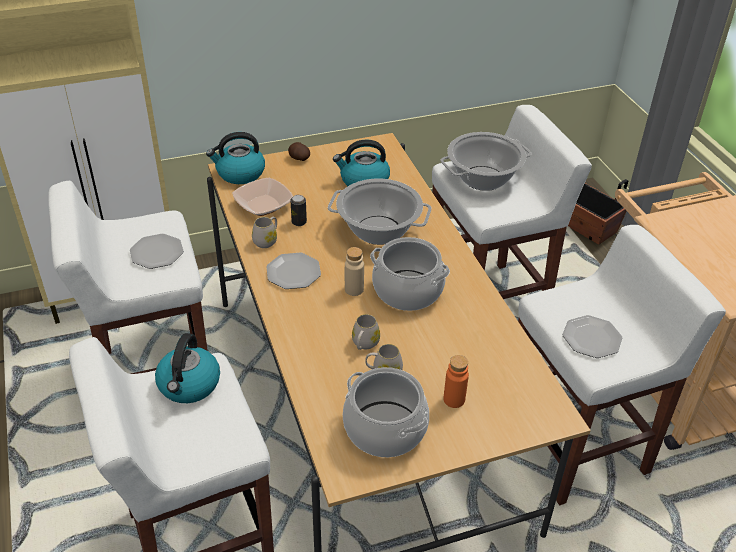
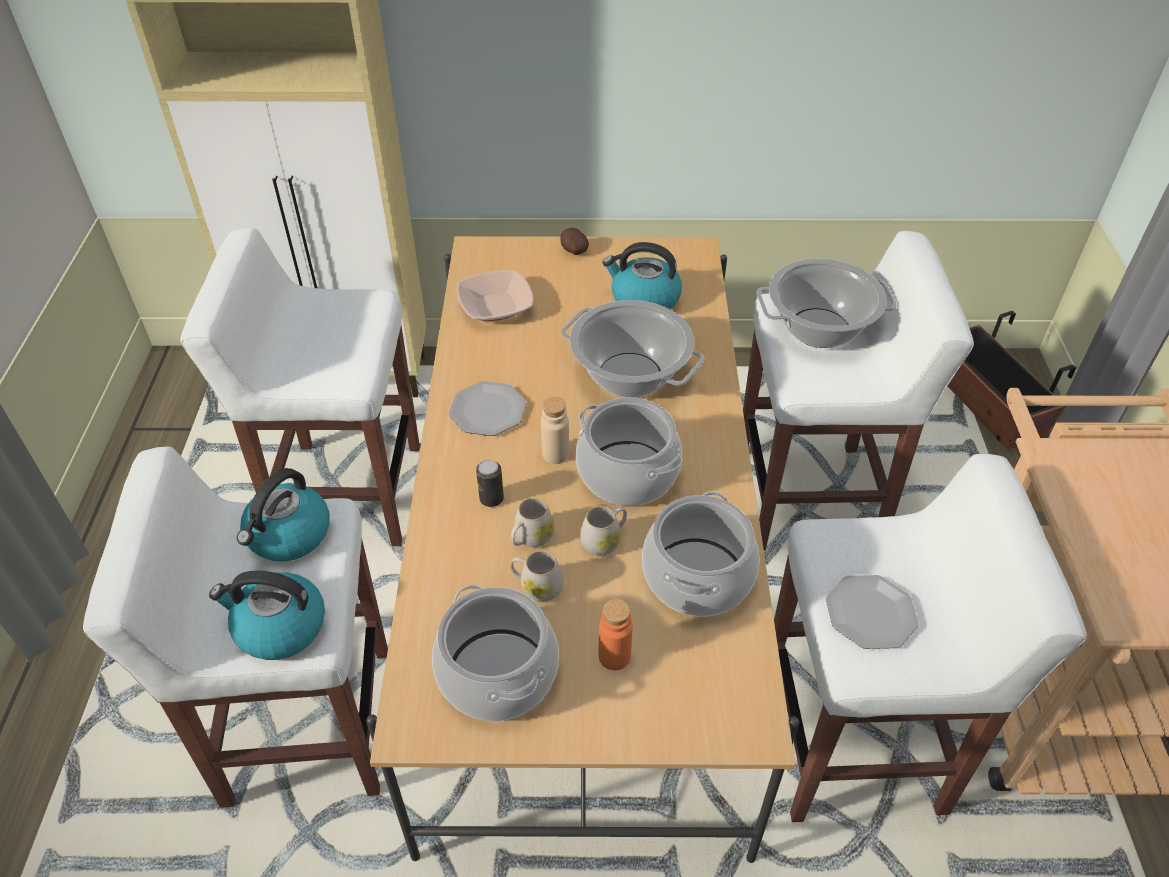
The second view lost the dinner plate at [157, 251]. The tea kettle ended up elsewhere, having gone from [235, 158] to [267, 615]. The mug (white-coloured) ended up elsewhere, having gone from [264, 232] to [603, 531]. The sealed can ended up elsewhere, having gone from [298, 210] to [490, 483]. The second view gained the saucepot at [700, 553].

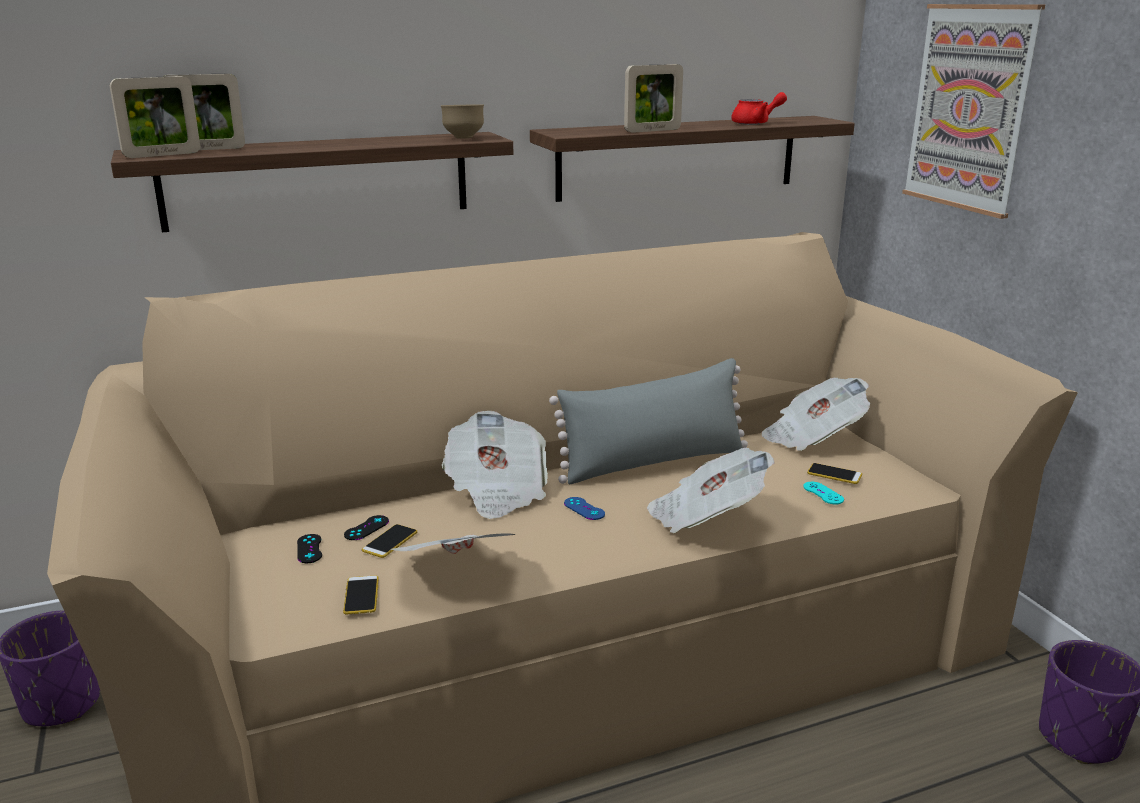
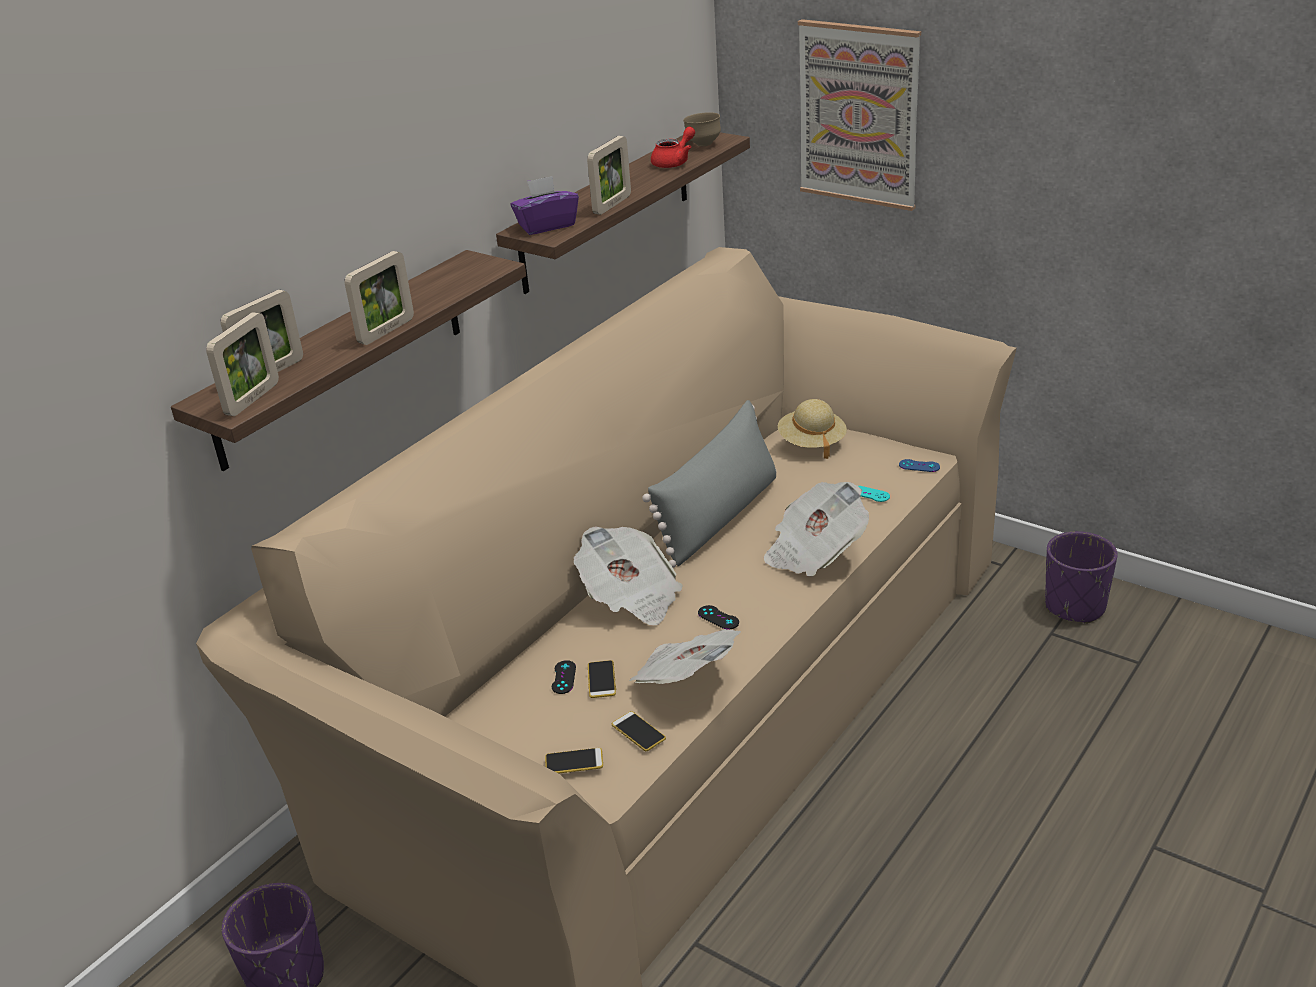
The joypad (black) ended up elsewhere, having gone from [309, 548] to [718, 617]. The deep dish (brownish) ended up elsewhere, having gone from [462, 121] to [702, 129]. The joypad (blue) ended up elsewhere, having gone from [584, 508] to [919, 465]. Where the printed paper stood at [816, 414], the clothing hat (sand-coloured) came to stand at [812, 429]. The handset ended up elsewhere, having gone from [834, 473] to [574, 760]. The second view gained the standing frame at [379, 298]. The second view gained the box of tissues (purplish) at [545, 205].

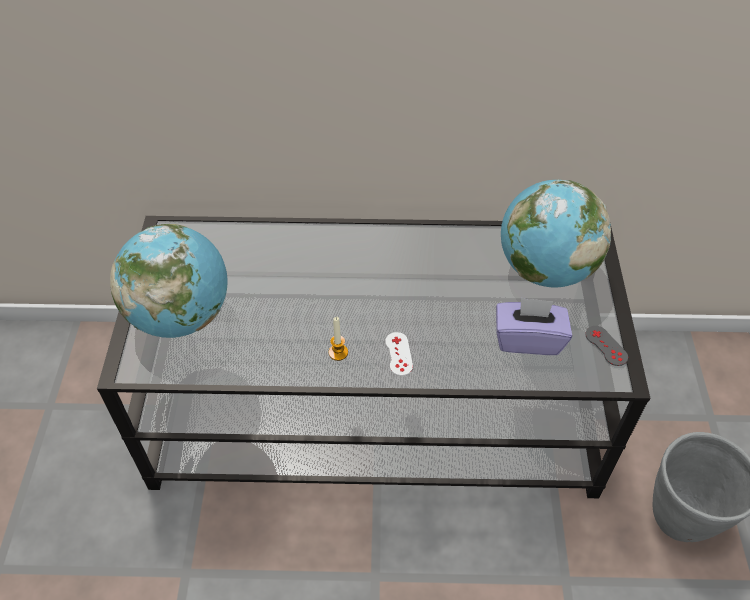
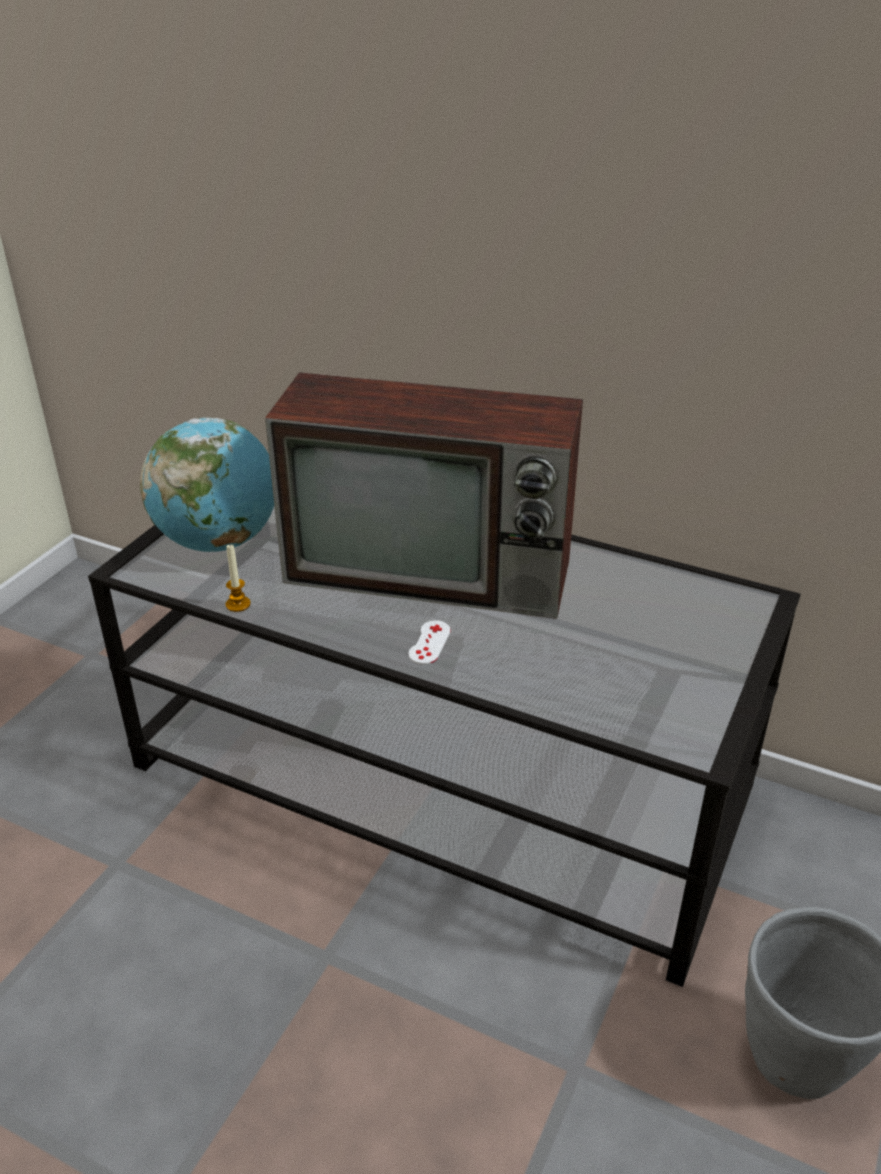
The wax light ended up elsewhere, having gone from [338, 339] to [238, 578]. The second view lost the box of tissues (purplish) at [534, 326]. The second view lost the desk globe at [556, 233]. The second view lost the joypad (greyish) at [606, 346]. The second view gained the television at [424, 495].

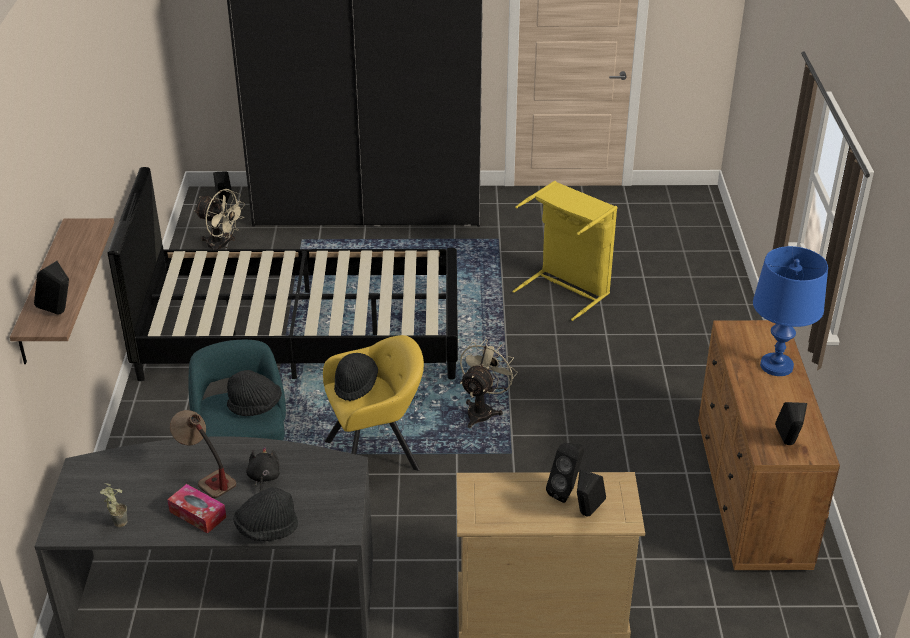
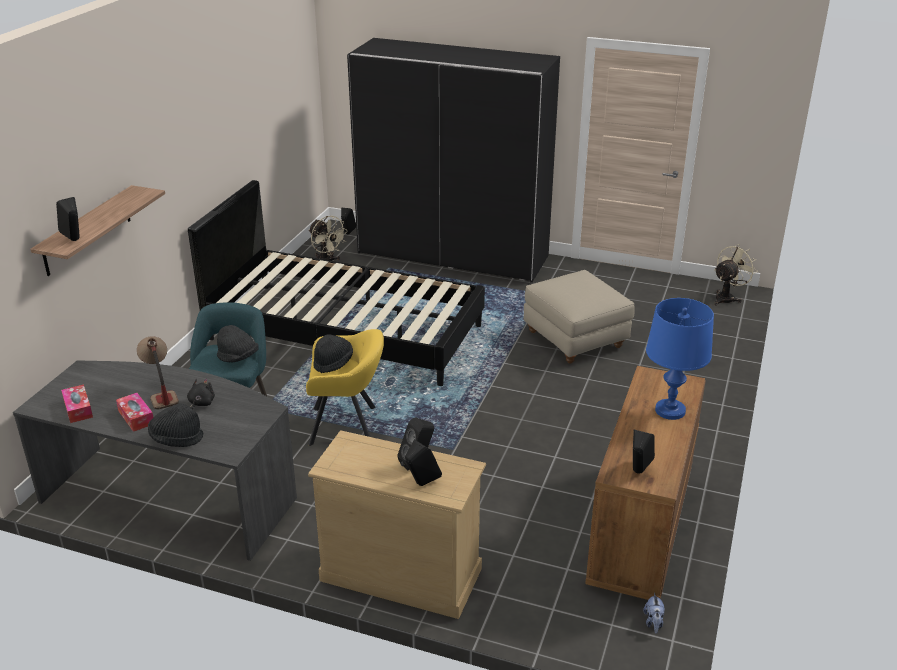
Where the plant in a pot stood at [113, 505], the box of tissues came to stand at [77, 403]. The electric fan (sand-coloured) ended up elsewhere, having gone from [489, 383] to [736, 274]. Where the hamper (yellowish) stood at [565, 251], the pouffe (sand-coloured) came to stand at [579, 317]. The second view gained the cuddly toy at [654, 613].

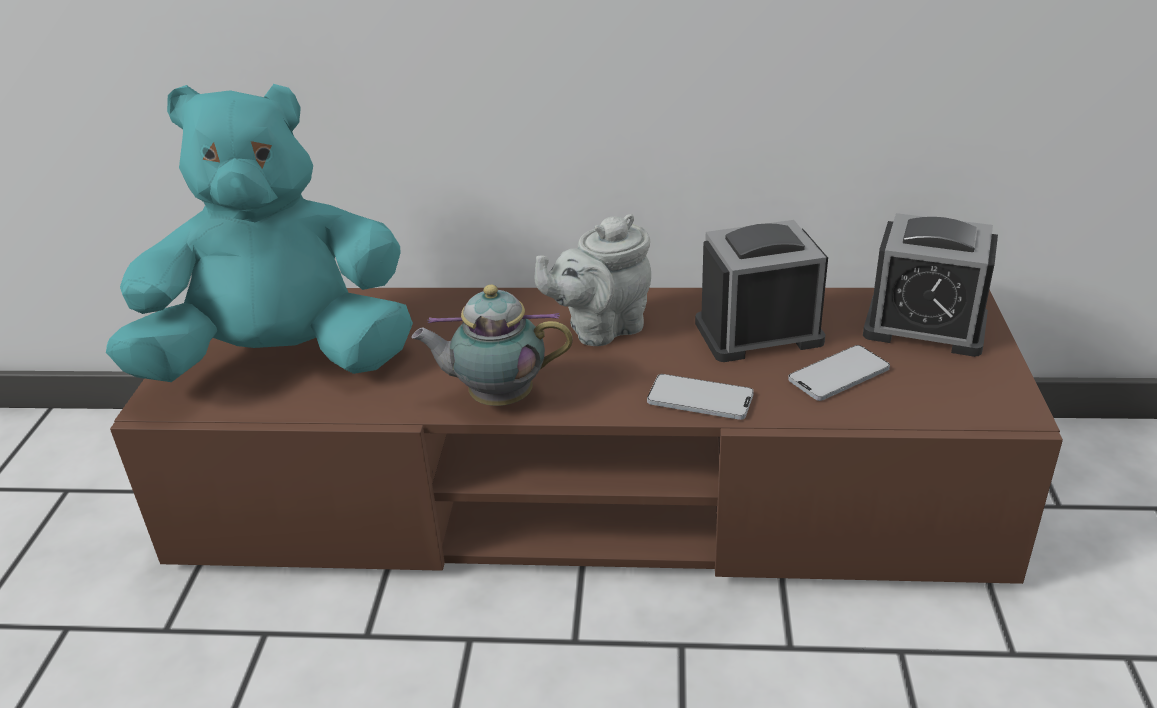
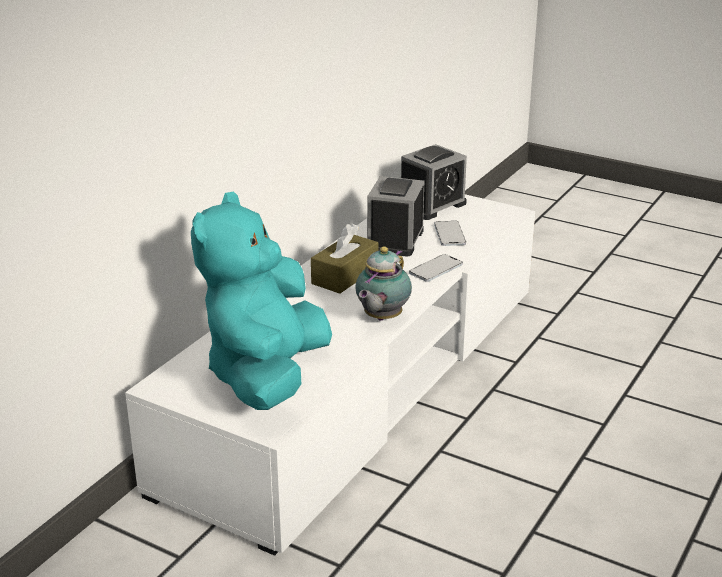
What was the tv unit (brownish) at [586, 436] turned into the tv unit (white-coloured) at [330, 375]. Where the teapot (greyish) stood at [592, 280], the box of tissues (brownish) came to stand at [344, 259].

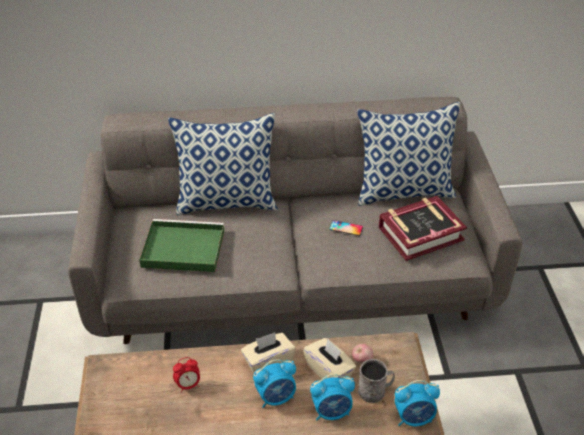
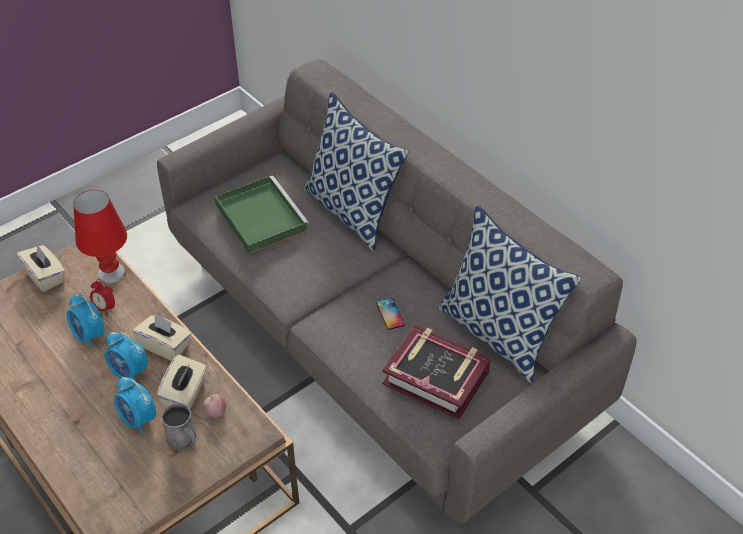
The table clock ended up elsewhere, having gone from [417, 403] to [86, 320]. The second view gained the box of tissues (sand-coloured) at [40, 267]. The second view gained the table lamp (reddish) at [100, 236].

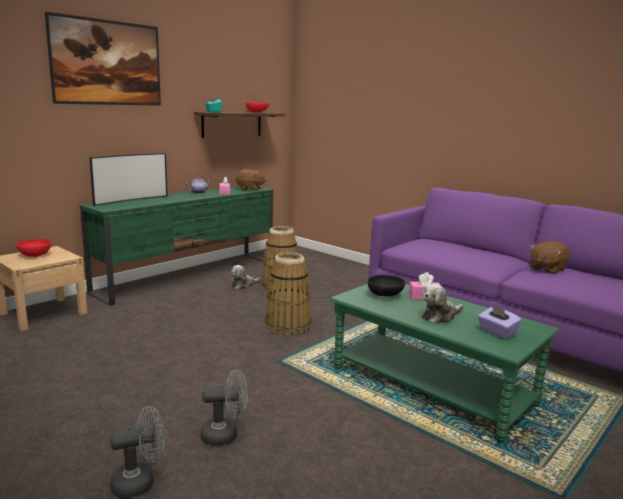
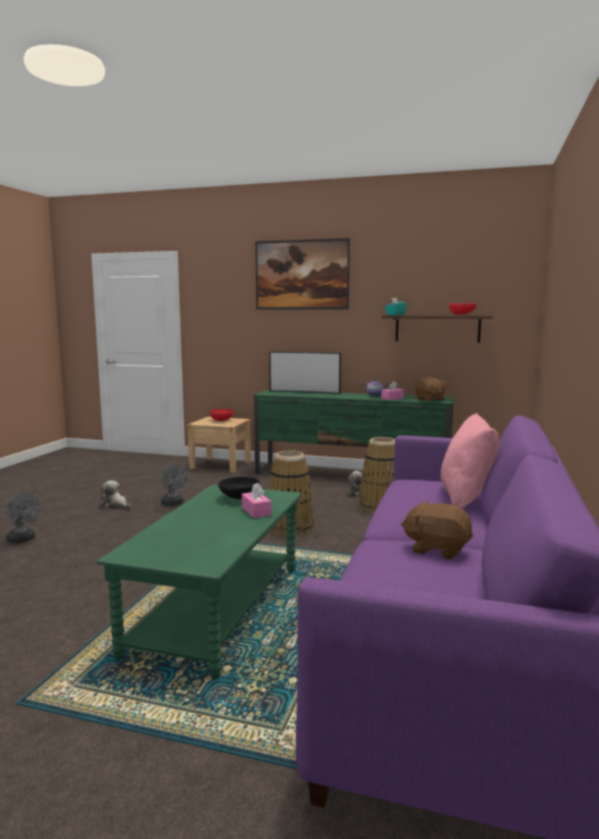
The electric fan (greyish) ended up elsewhere, having gone from [224, 408] to [175, 484]. The cuddly toy ended up elsewhere, having gone from [442, 304] to [115, 494]. The second view lost the box of tissues (purplish) at [499, 322]. The second view gained the throw pillow (pinkish) at [470, 460].

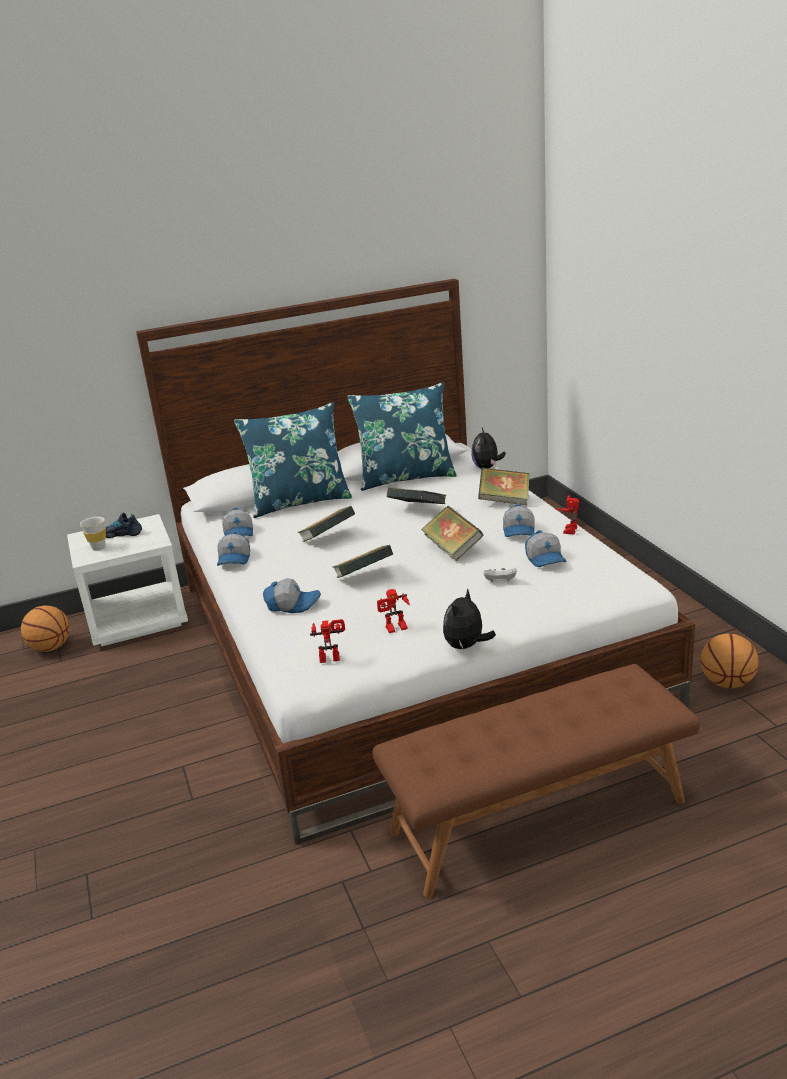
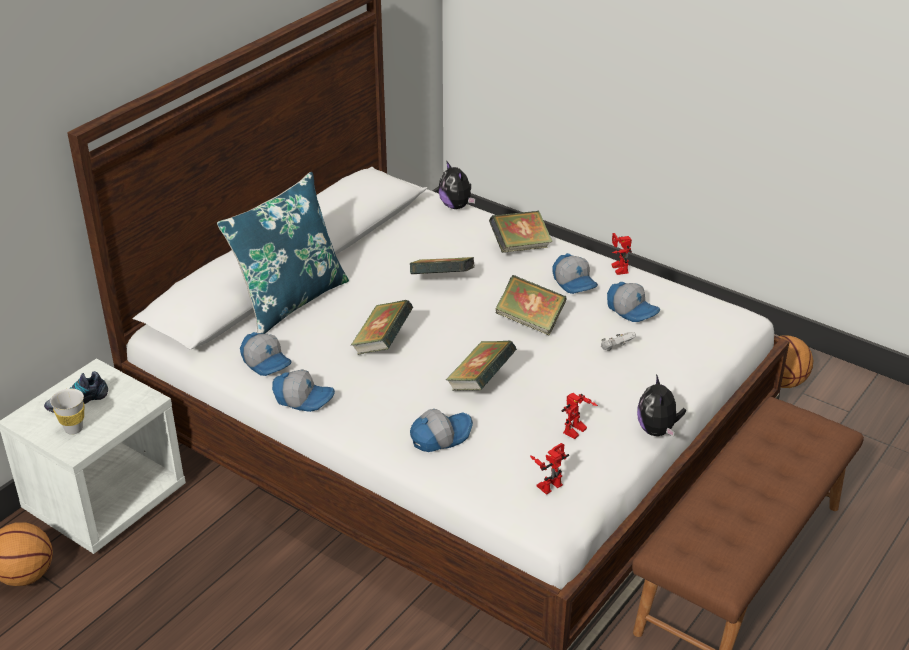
The cap at [233, 548] ended up facing another way, 45 degrees counterclockwise from before. The second view lost the throw pillow (blue) at [402, 436].

